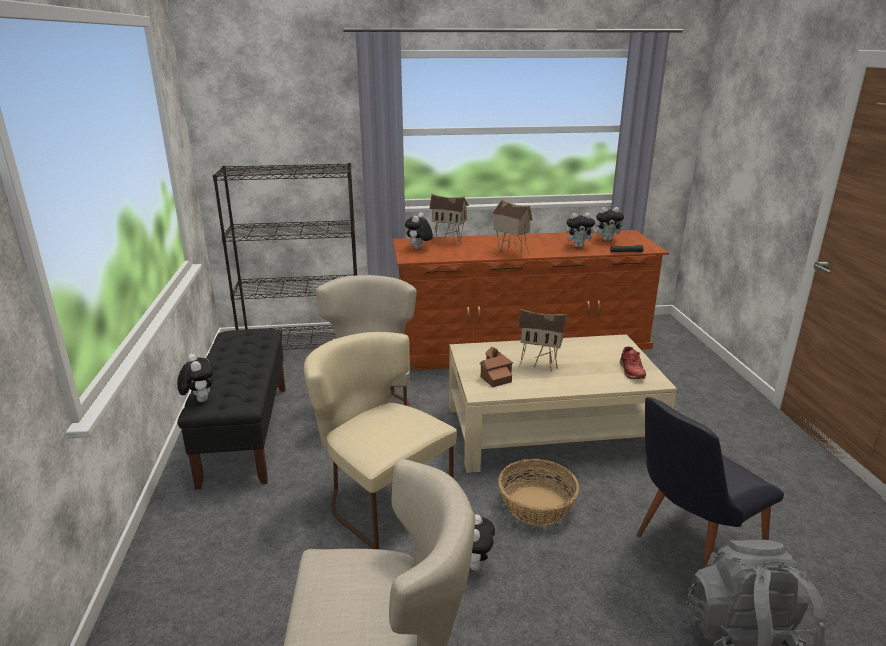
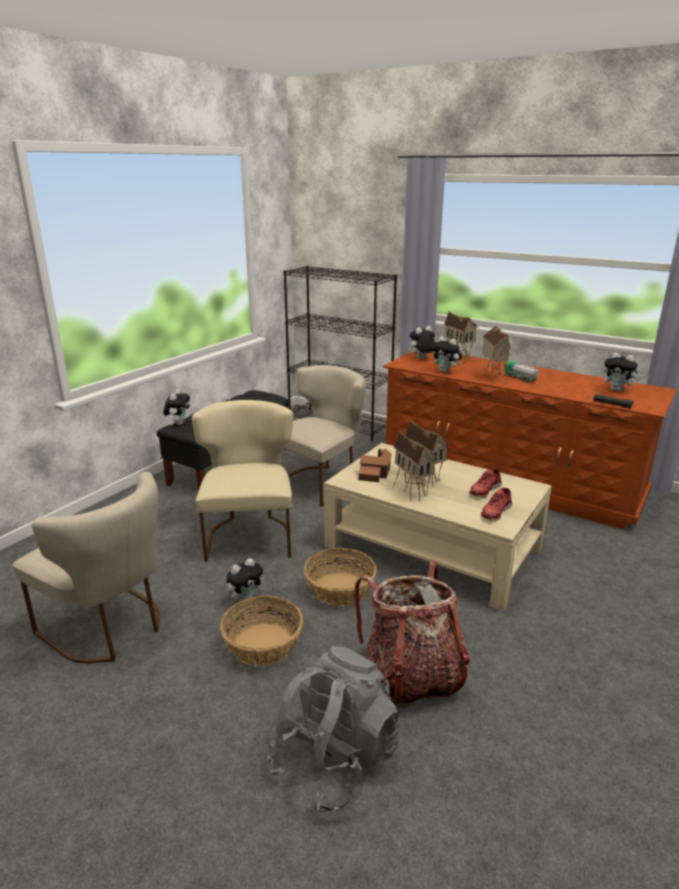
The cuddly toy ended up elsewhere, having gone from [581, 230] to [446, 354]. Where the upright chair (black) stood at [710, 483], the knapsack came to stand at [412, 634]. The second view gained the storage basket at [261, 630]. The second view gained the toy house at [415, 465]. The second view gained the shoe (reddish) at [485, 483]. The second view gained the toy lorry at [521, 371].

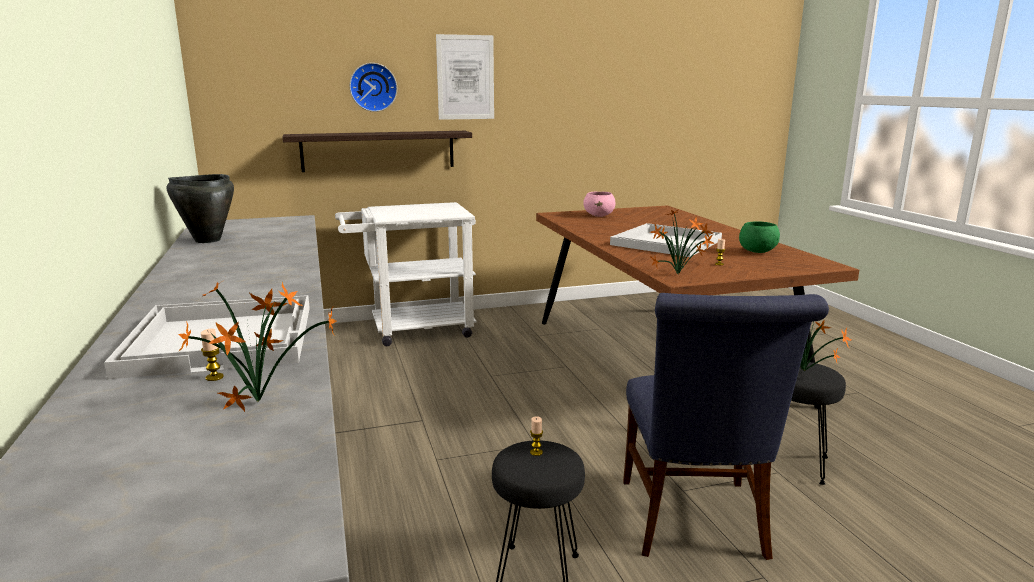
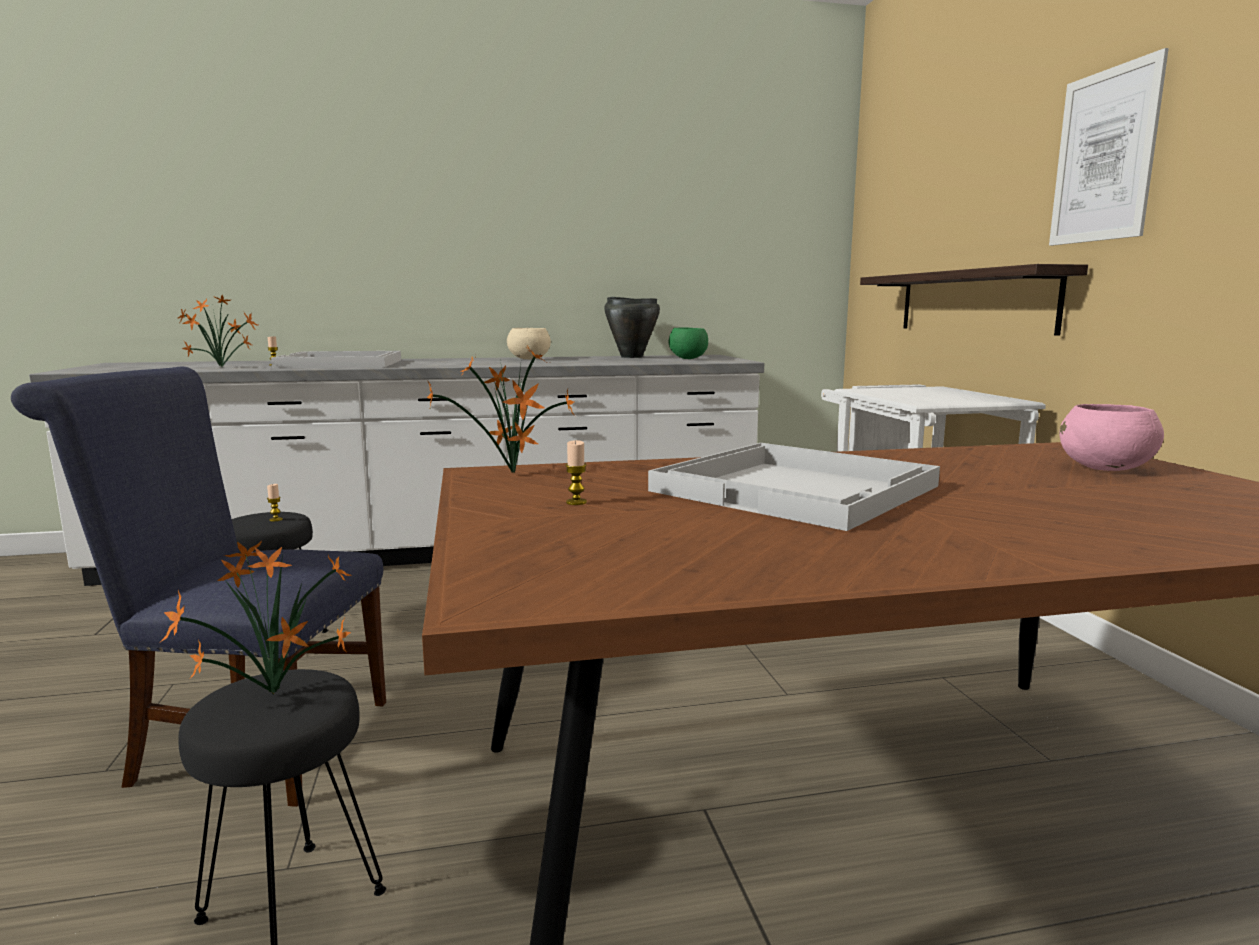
The second view lost the hanging clock at [373, 87]. The deep dish (green-coloured) ended up elsewhere, having gone from [759, 237] to [688, 343]. The second view gained the deep dish (sand-coloured) at [529, 343].

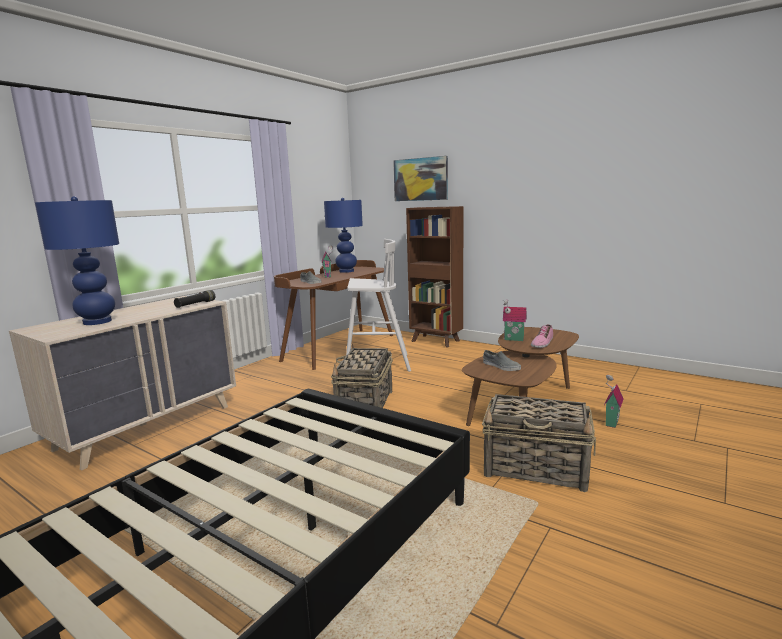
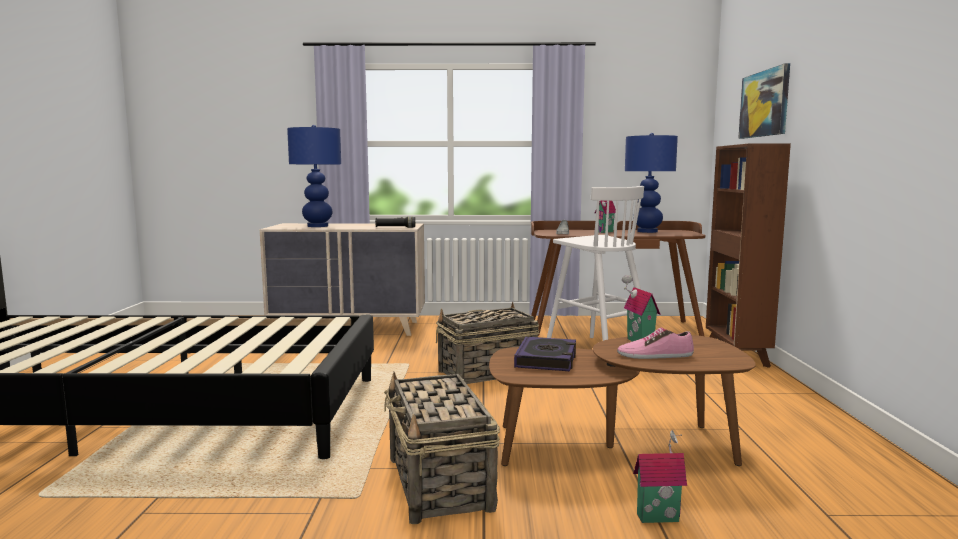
Where the shoe (greyish) stood at [502, 360], the bound book came to stand at [545, 354].

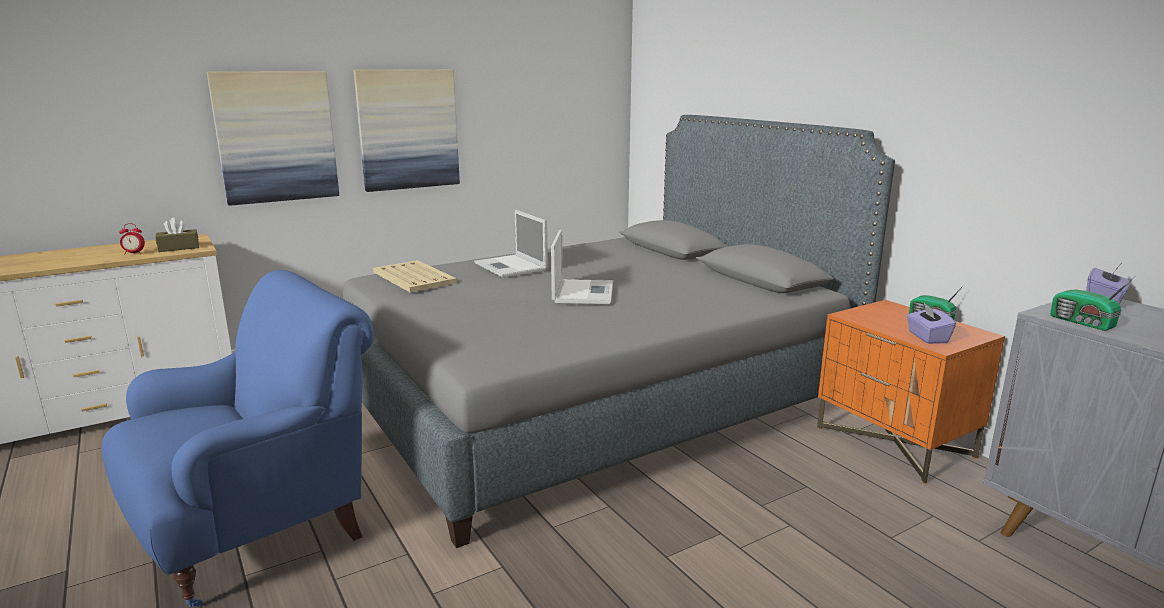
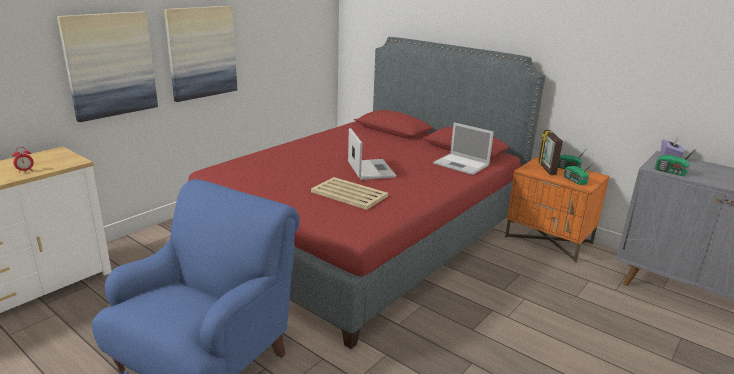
The second view lost the box of tissues (brownish) at [177, 234]. What was the bedroom bed (greyish) at [619, 331] turned into the bedroom bed (reddish) at [366, 193]. The serving tray (sand-coloured) ended up elsewhere, having gone from [415, 276] to [349, 193]. The laptop ended up elsewhere, having gone from [511, 244] to [463, 148]. Where the box of tissues (purplish) stood at [931, 323], the radio came to stand at [578, 174]. The second view gained the standing frame at [550, 152].

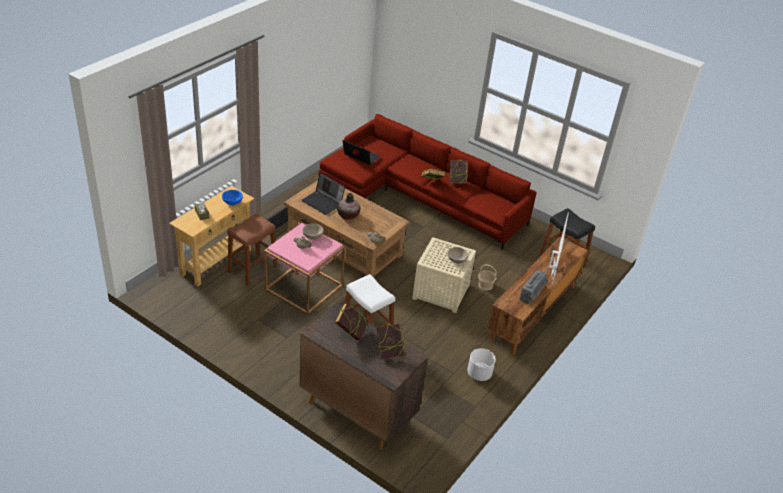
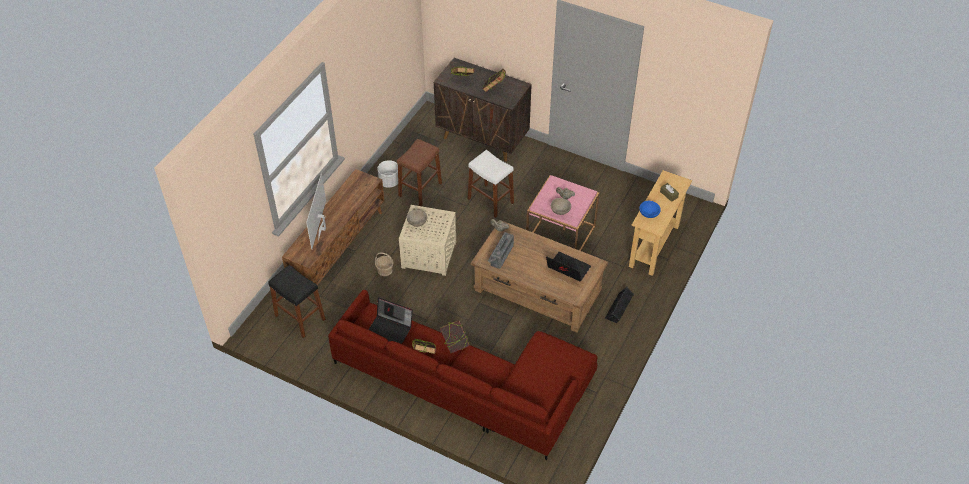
The stool (brownish) ended up elsewhere, having gone from [252, 250] to [419, 172]. The second view lost the flower vase at [348, 206]. The laptop ended up elsewhere, having gone from [361, 152] to [391, 321]. The radio ended up elsewhere, having gone from [534, 287] to [501, 250].

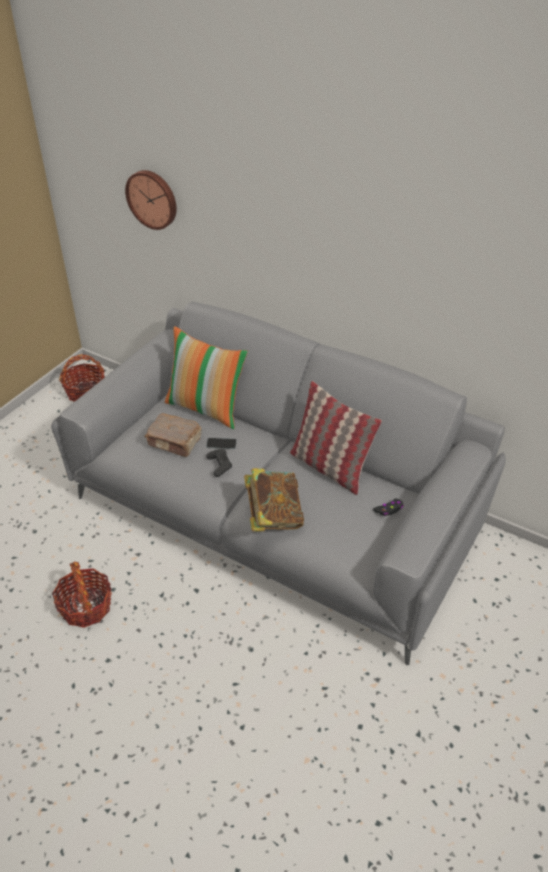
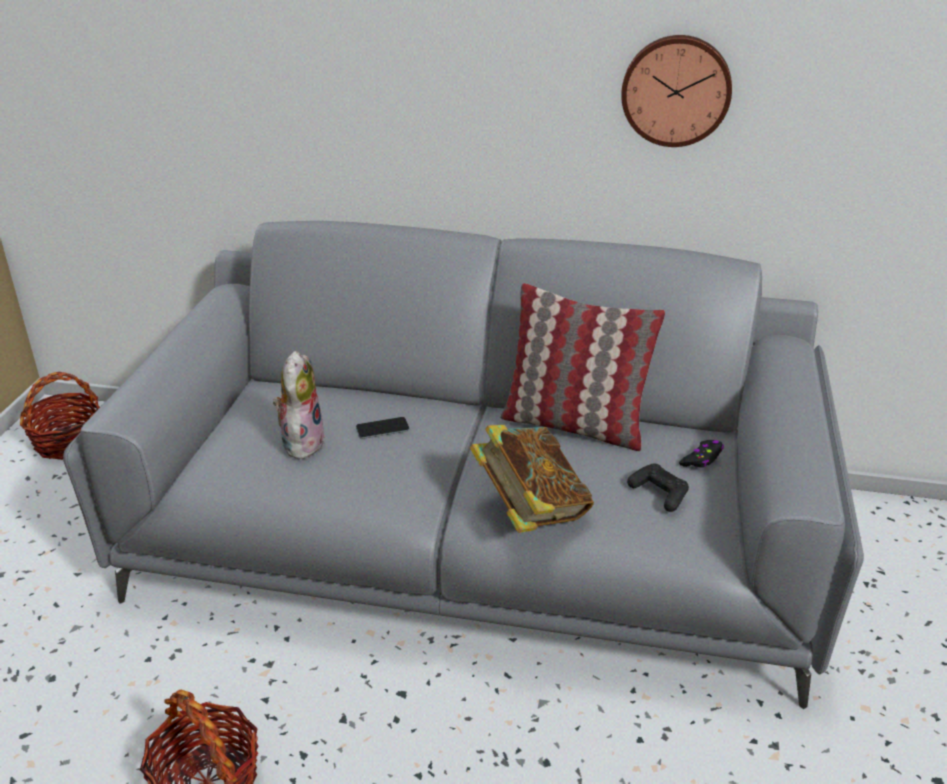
The hanging clock ended up elsewhere, having gone from [151, 200] to [676, 91]. Where the bound book (brownish) stood at [173, 435], the cuddly toy came to stand at [299, 405]. The second view lost the throw pillow at [206, 377]. The joypad (black) ended up elsewhere, having gone from [219, 463] to [658, 487].

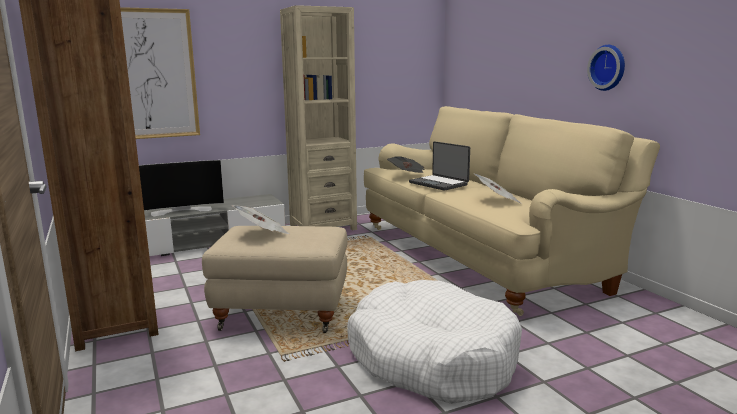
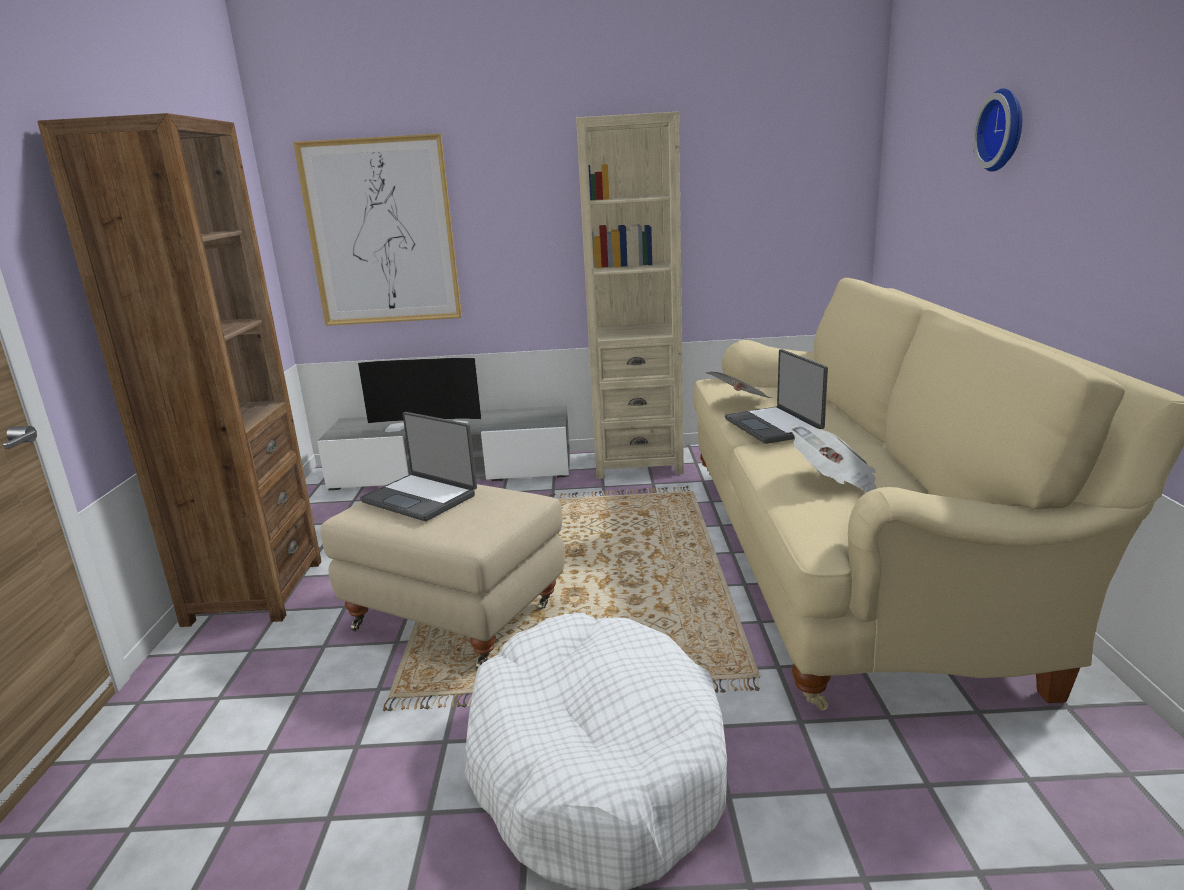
Where the printed paper stood at [260, 219], the laptop came to stand at [418, 466]. The hanging clock ended up elsewhere, having gone from [606, 68] to [997, 130].

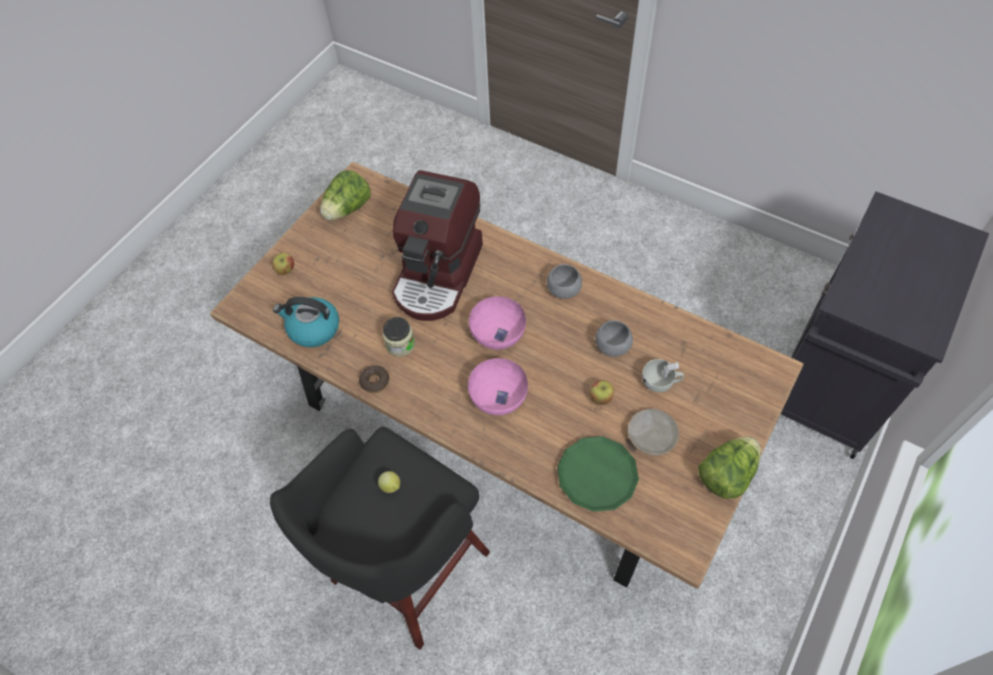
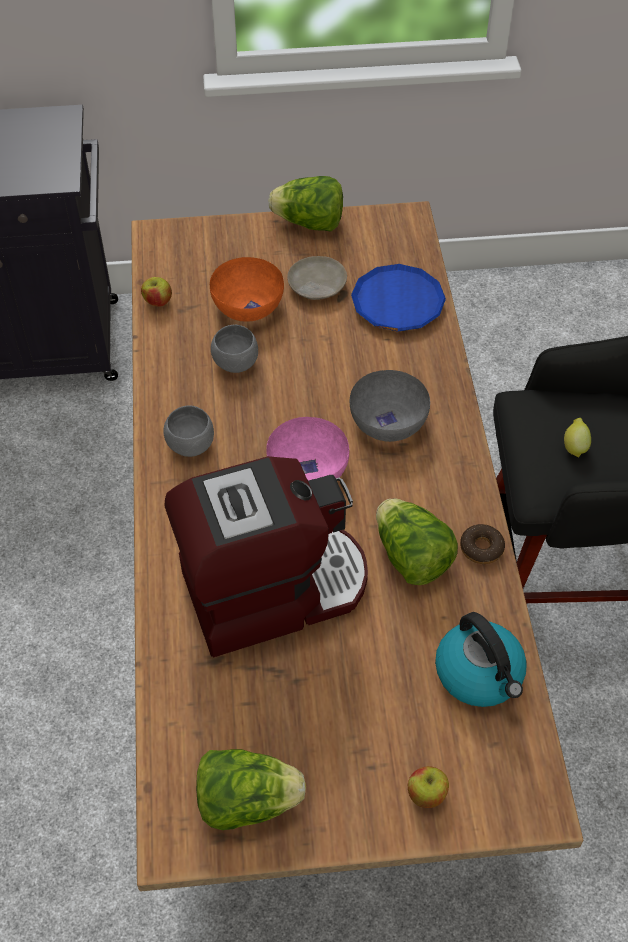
Where the storage jar stood at [399, 337], the head of lettuce came to stand at [417, 542]. What was the deep dish (pinkish) at [498, 386] turned into the deep dish (greyish) at [390, 406]. What was the dinner plate (green-coloured) at [598, 474] turned into the dinner plate (blue) at [398, 298]. The apple fruit ended up elsewhere, having gone from [602, 392] to [156, 292]. Where the drinking cup (white-coloured) stood at [663, 376], the deep dish (orangey) came to stand at [247, 289].

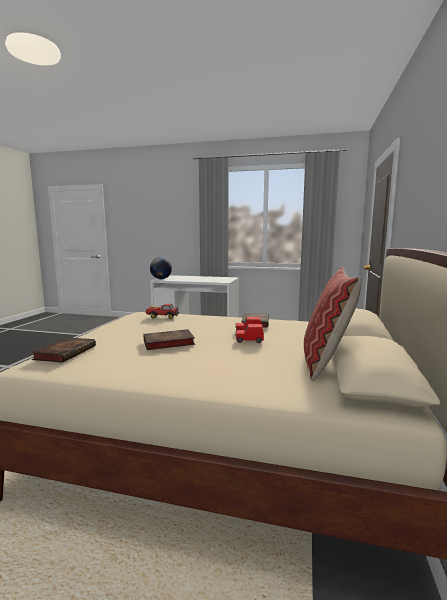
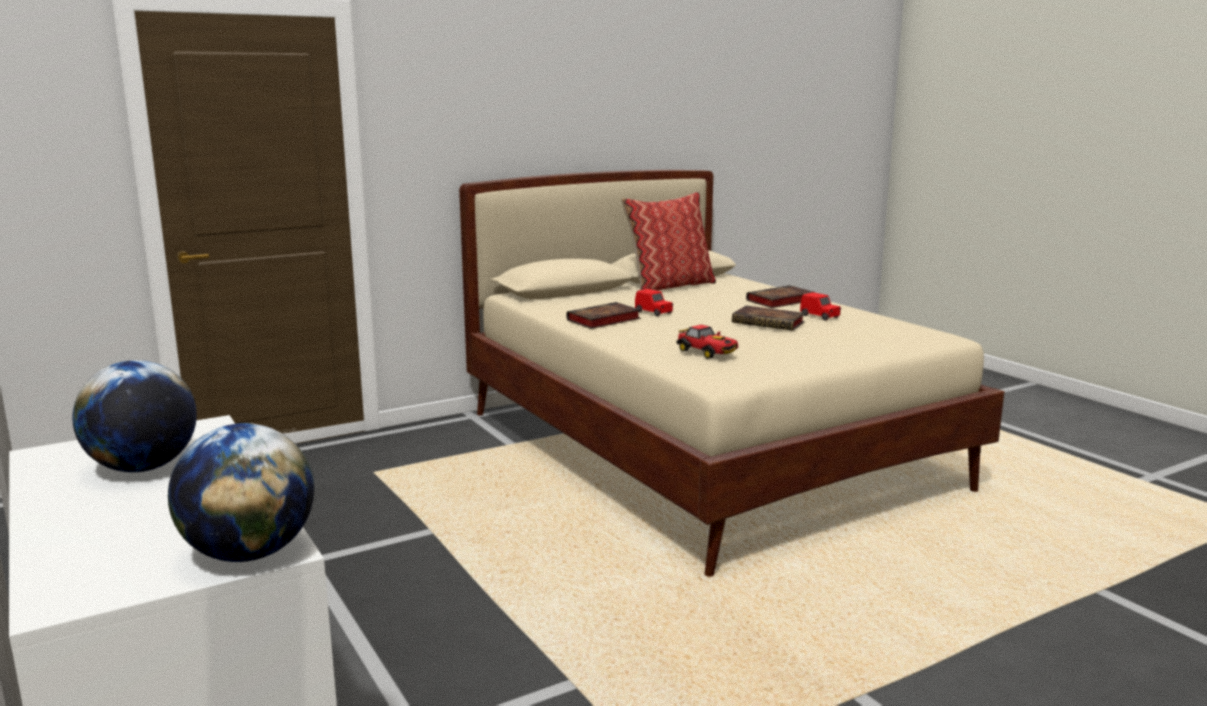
The bound book ended up elsewhere, having gone from [63, 350] to [780, 296]. The miniature car (reddish) ended up elsewhere, having gone from [249, 333] to [820, 306]. The second view gained the desk globe at [134, 416].

